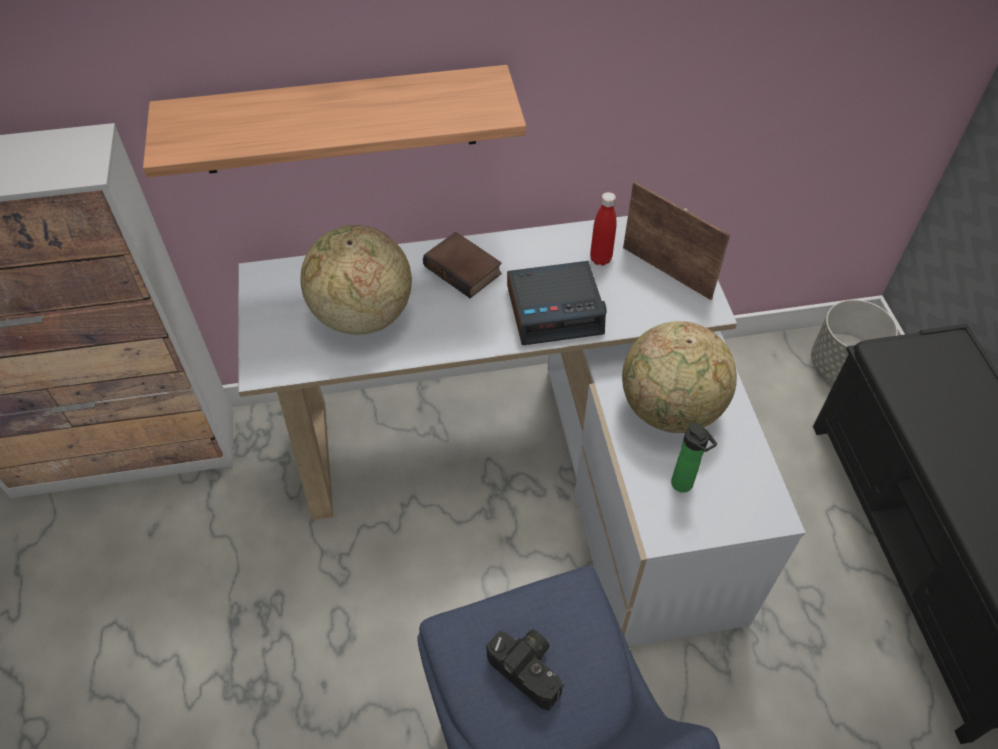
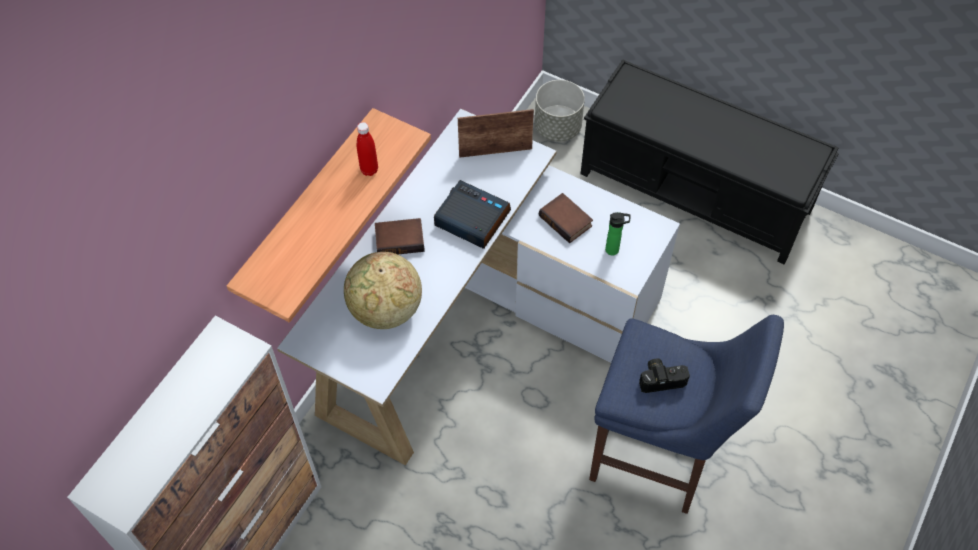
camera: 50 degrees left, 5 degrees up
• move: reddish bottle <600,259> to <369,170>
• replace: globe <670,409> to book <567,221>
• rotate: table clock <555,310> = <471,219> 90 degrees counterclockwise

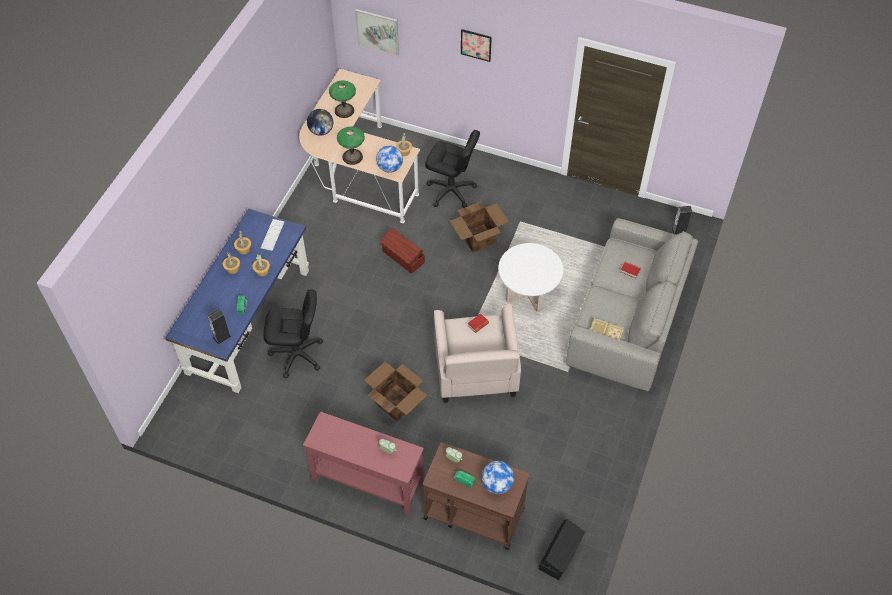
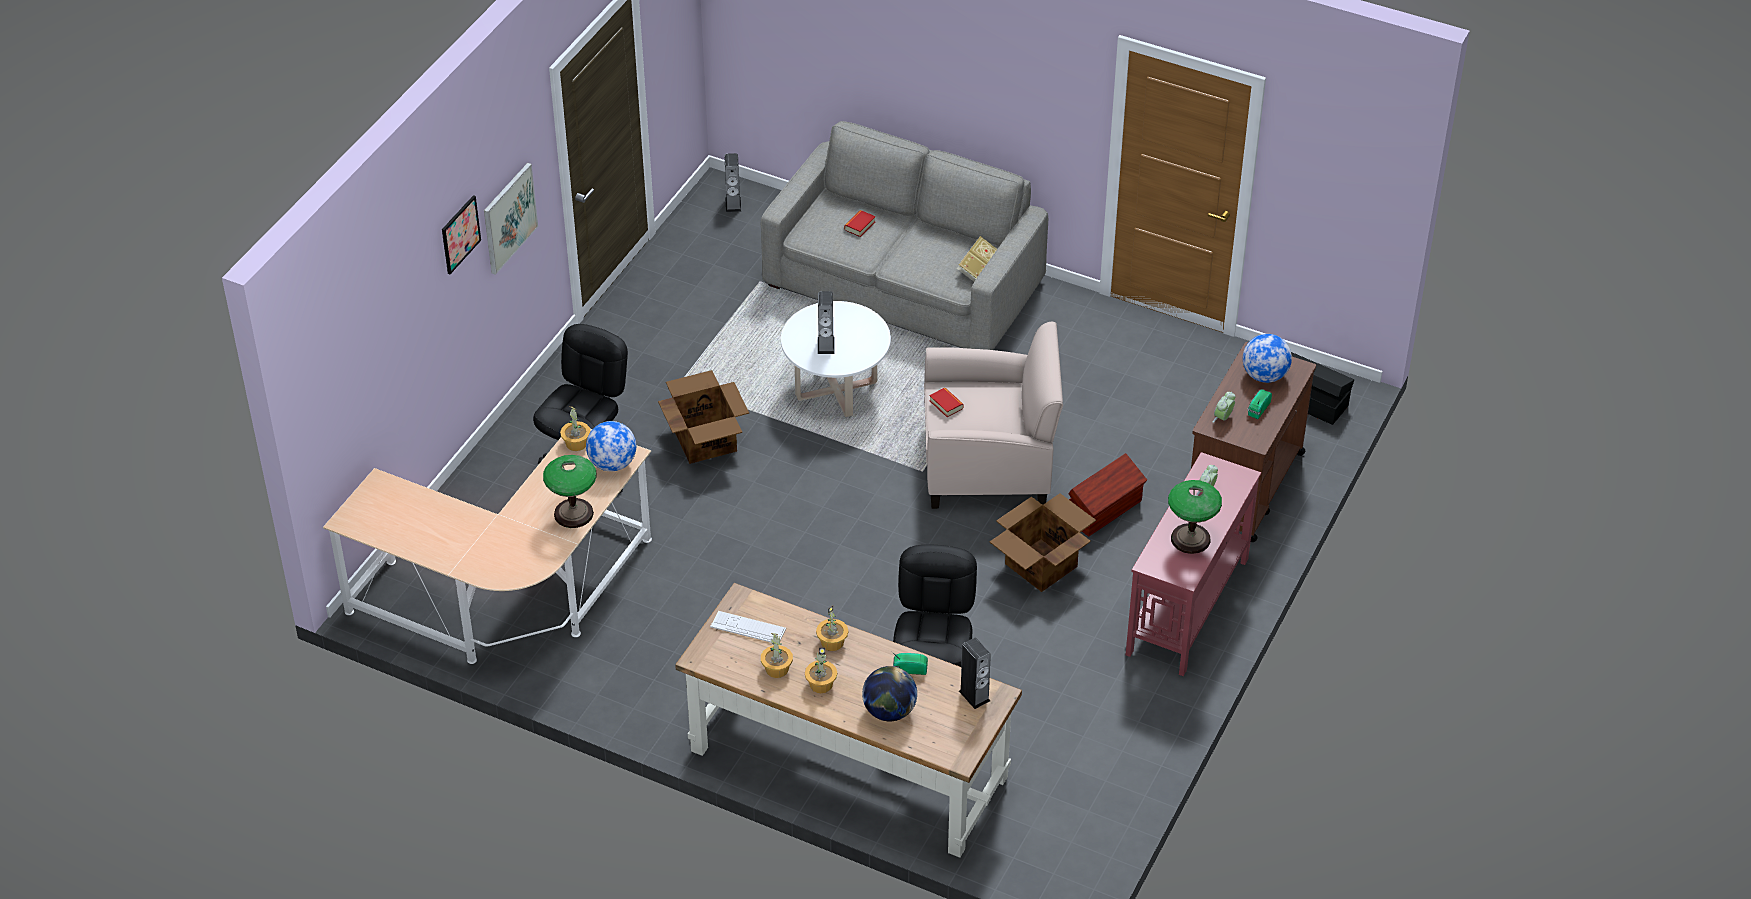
camera: 85 degrees left, 10 degrees down
• insert: audio speaker <826,345>
• move: globe <321,131> to <889,711>
• move: table lamp <344,110> to <1190,539>
• move: wall picture <377,31> to <509,218>
• move: brown-coloured storage box <403,257> to <1104,509>
• recolor: bluish desk unit <248,320> to brown-coloured desk unit <847,764>

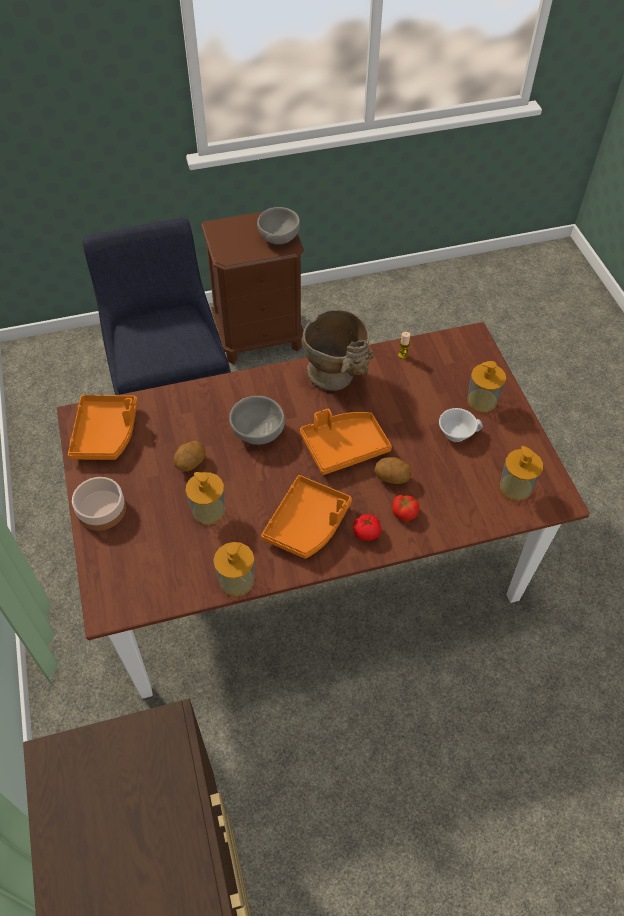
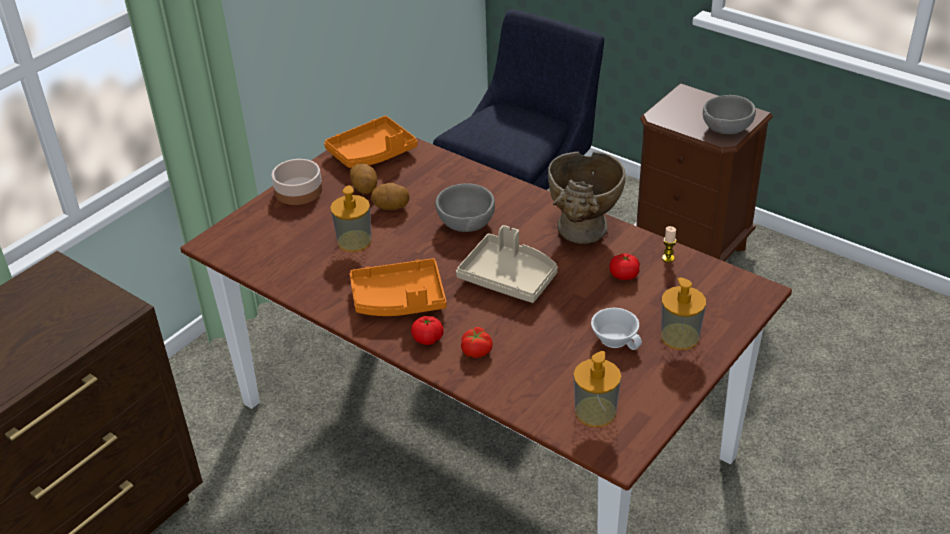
camera: 55 degrees right, 15 degrees down
• delete: liquid soap bottle <236,580>
• insert: whole tomato <624,275>
• move: potato <392,478> to <365,189>
• recolor: orange tray <344,447> to beige-coloured tray <509,278>

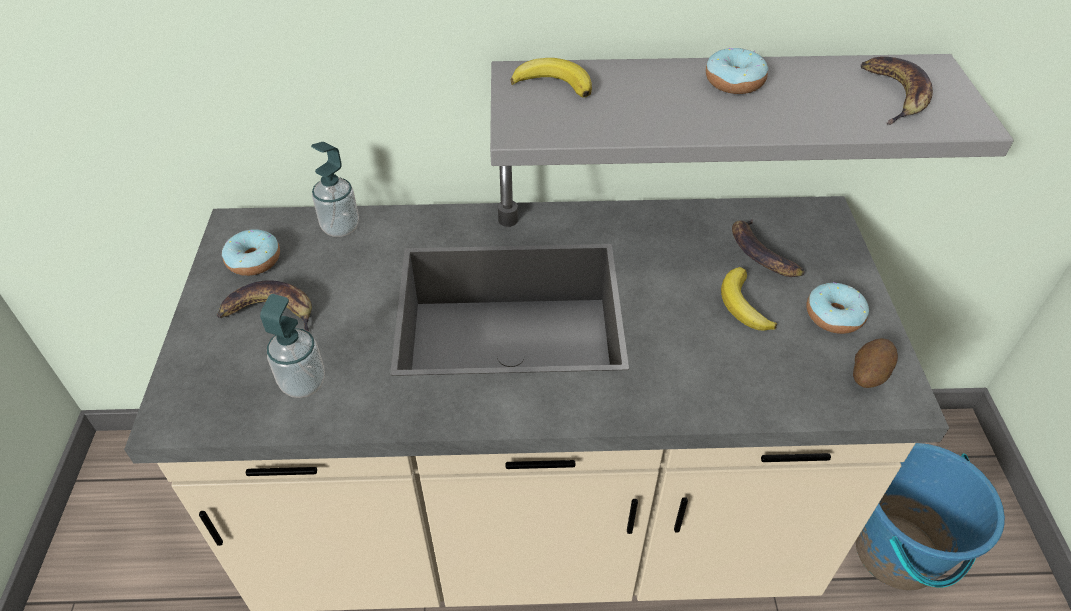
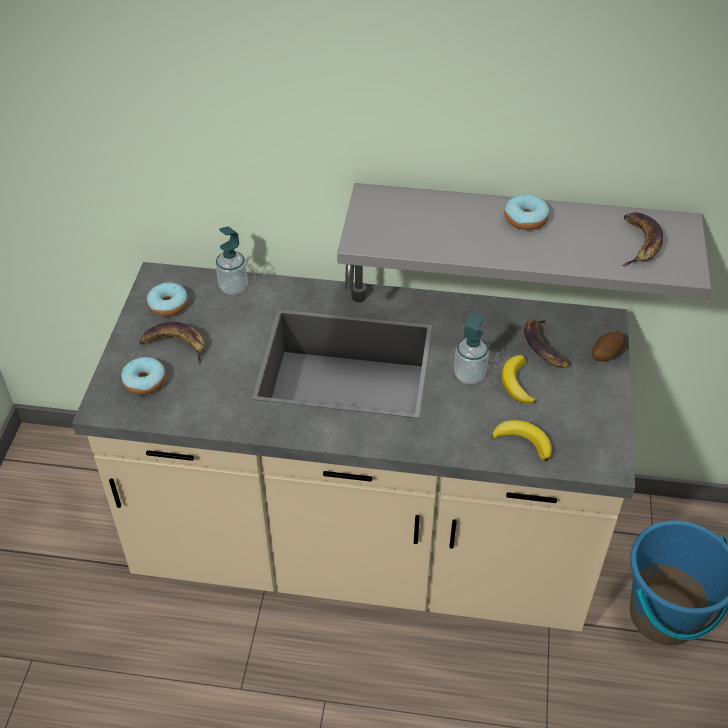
camera: 10 degrees right, 0 degrees up
• move: liquid soap bottle <303,383> to <469,375>
• move: whole banana <553,83> to <523,441>
• move: doughnut <834,316> to <145,381>
• move: potato <868,375> to <605,355>

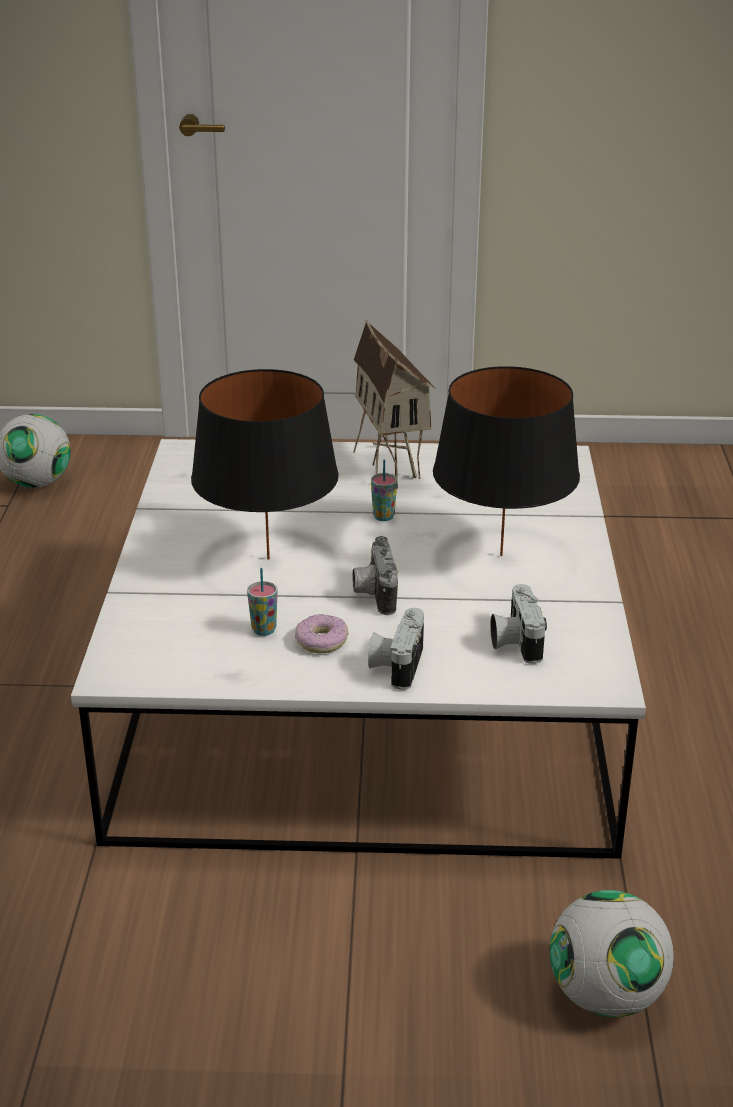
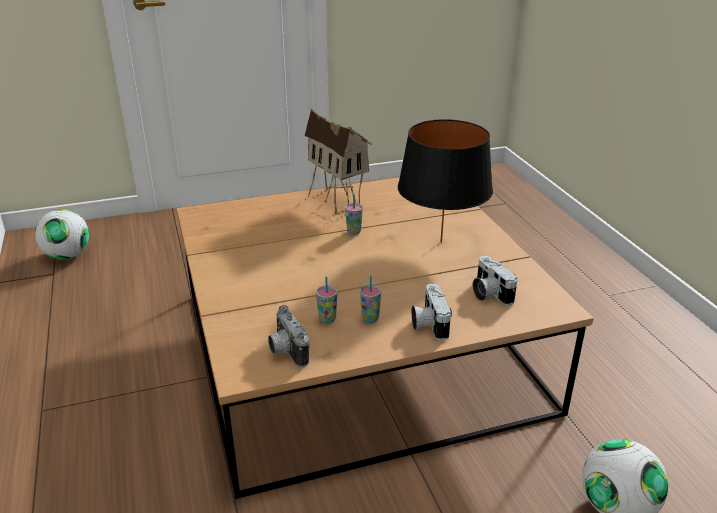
camera: 20 degrees left, 0 degrees up
• delete: blackish table lamp <268,558>
• move: photo camera <373,594> to <285,351>
• replace: doughnut <321,641> to drinking cup <370,319>
• recolor: white-coloured coffee table <366,696> to brown-coloured coffee table <358,349>

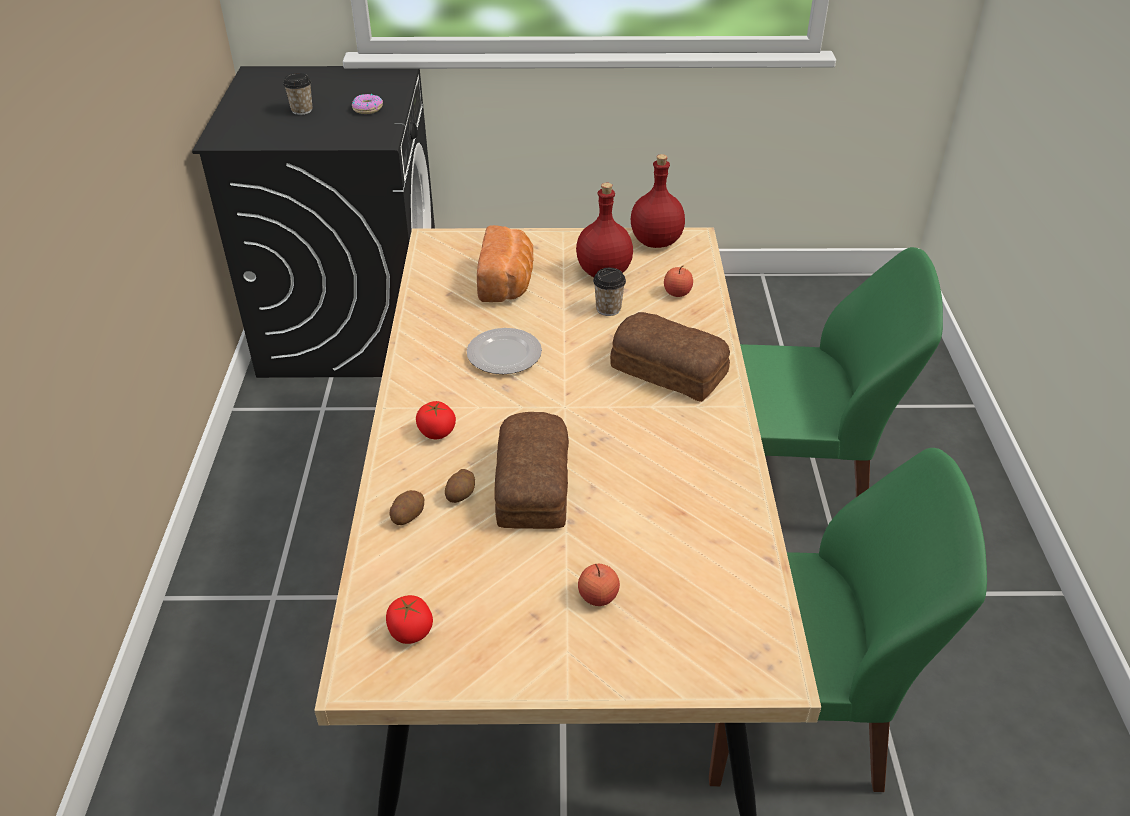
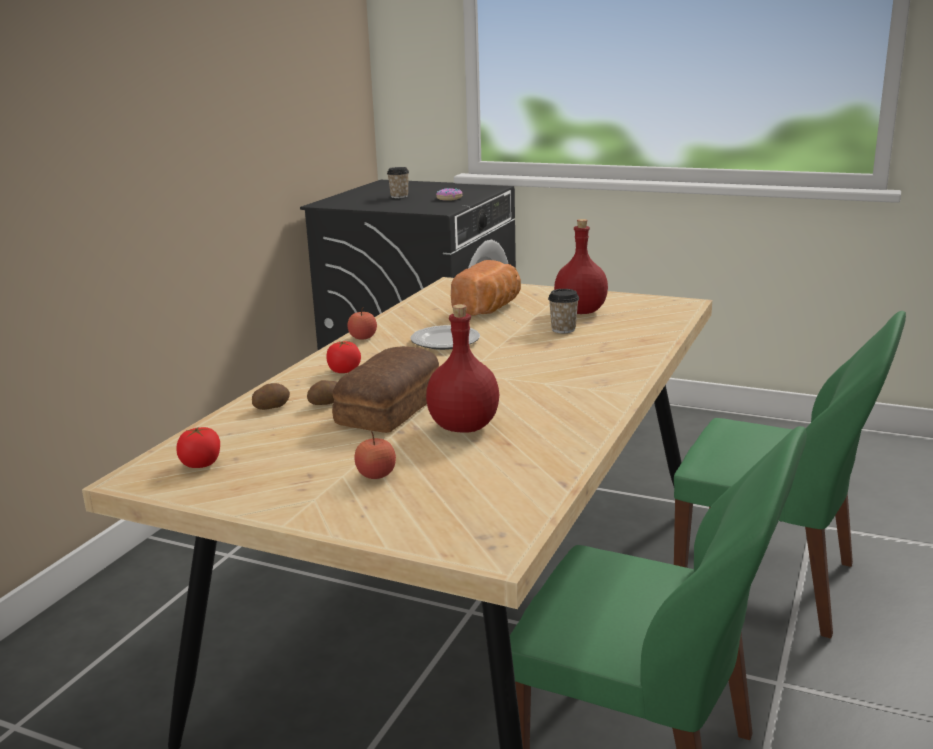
camera: 25 degrees right, 20 degrees down
• delete: bakery bread <668,369>
• move: reddish bottle <656,242> to <463,427>
• move: whole apple <677,293> to <363,337>

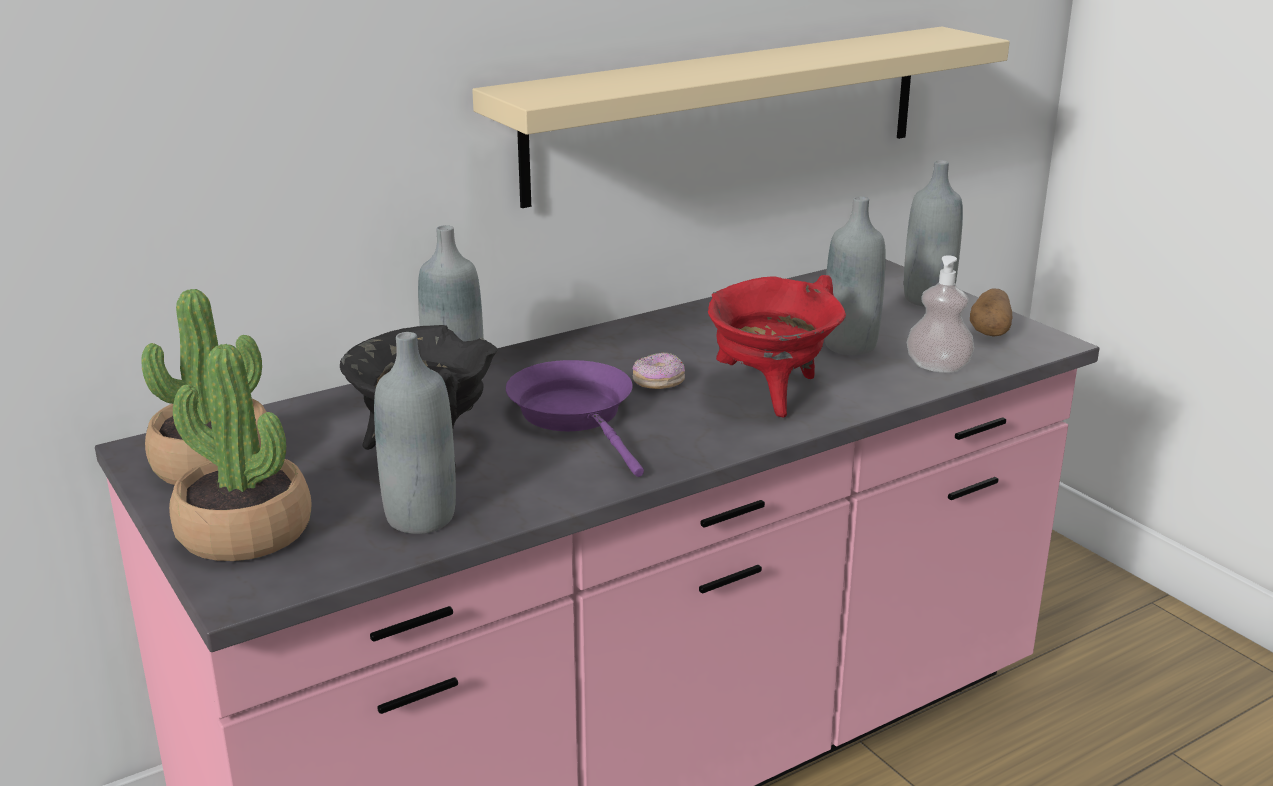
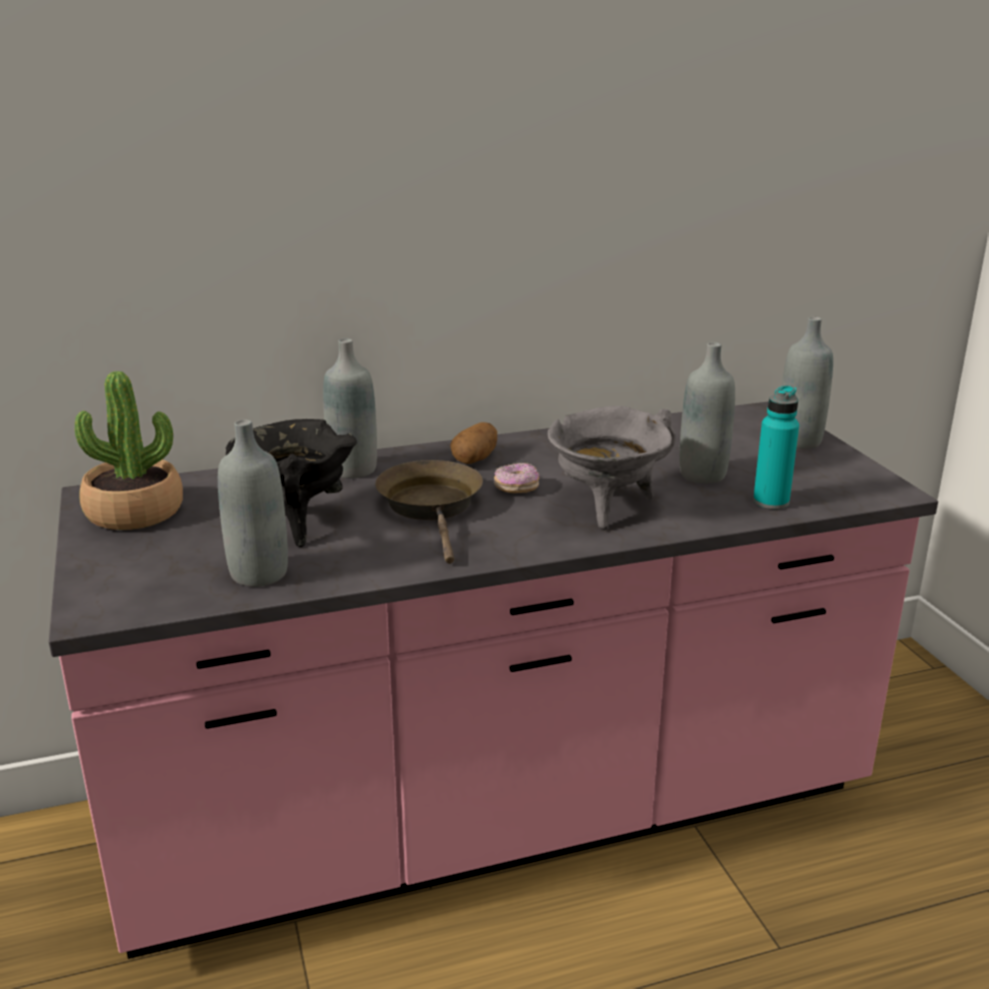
camera: 15 degrees right, 0 degrees up
• delete: plant in a pot <244,532>
• delete: beige-coloured bracket shelf <730,112>
• move: potato <990,331> to <475,459>
• replace: liquid soap bottle <937,367> to turquoise-coloured bottle <771,502>
• recolor: purple frying pan <576,415> to brown-coloured frying pan <432,507>
• recolor: reddish saucepot <770,393> to gray saucepot <606,508>

